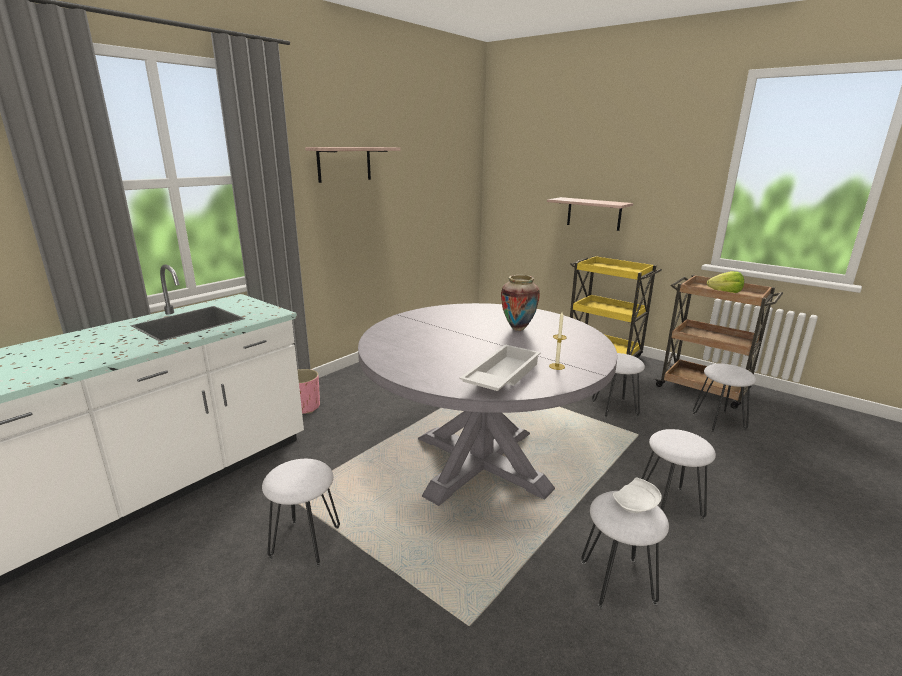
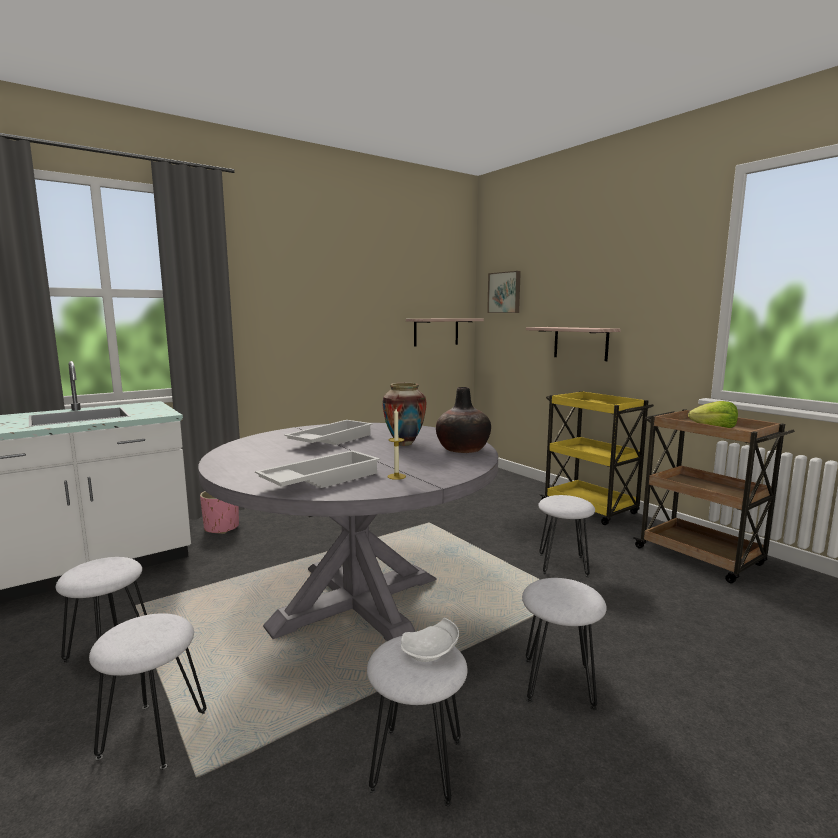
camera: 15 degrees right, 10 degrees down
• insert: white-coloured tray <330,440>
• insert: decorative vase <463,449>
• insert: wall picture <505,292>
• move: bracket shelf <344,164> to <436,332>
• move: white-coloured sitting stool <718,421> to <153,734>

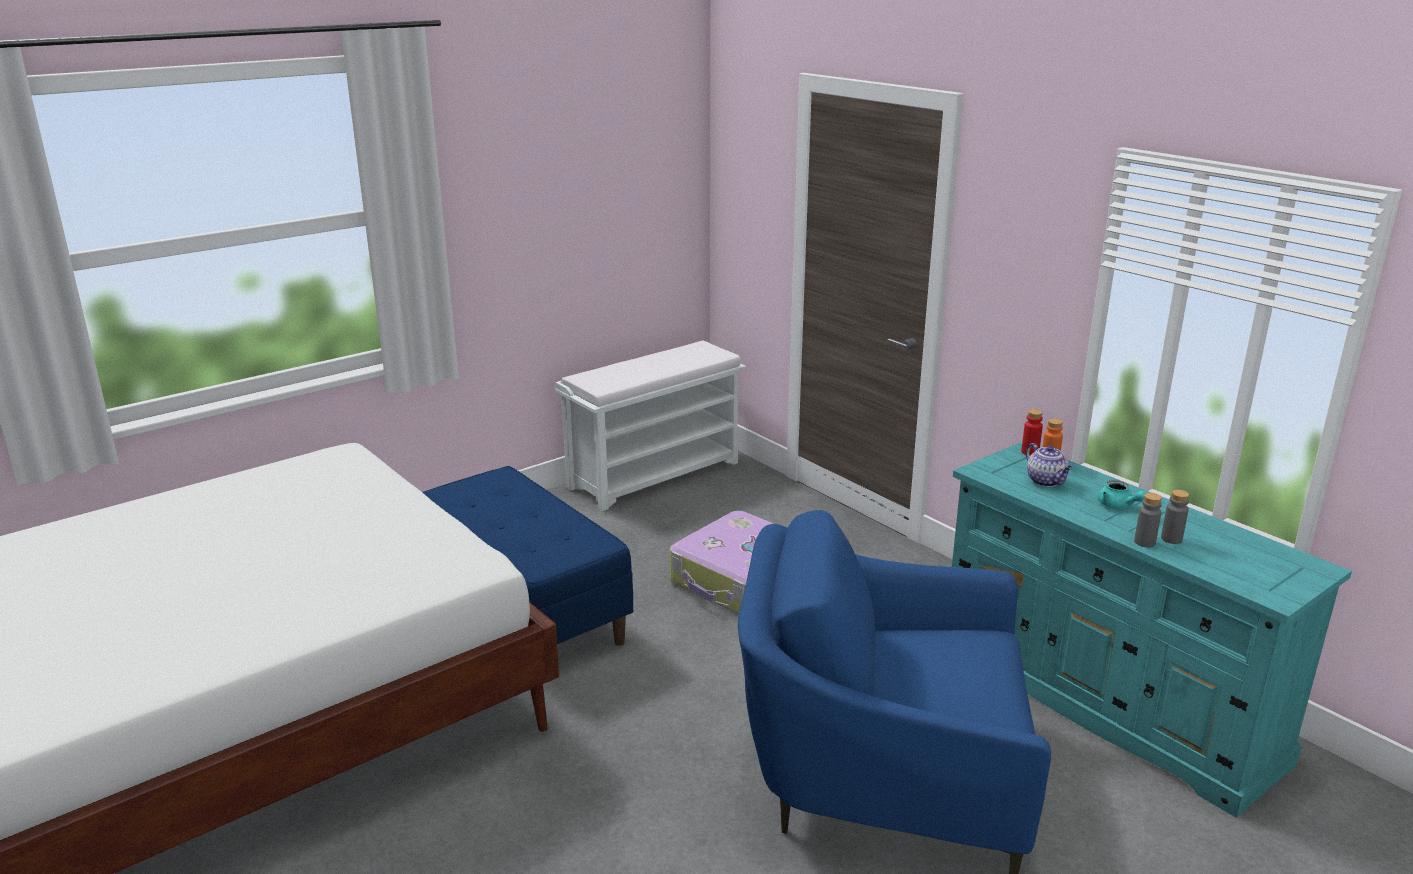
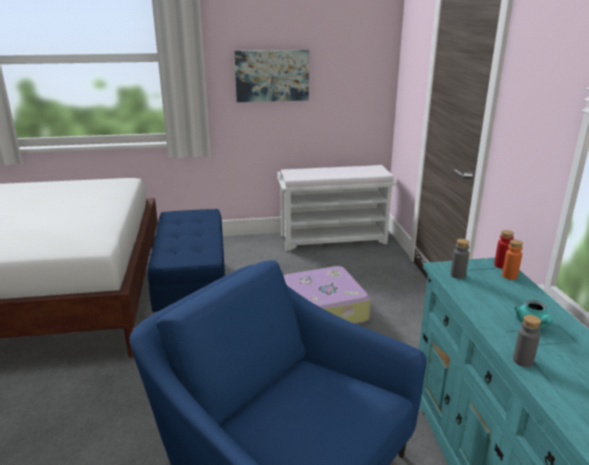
camera: 30 degrees right, 0 degrees up
• delete: tea pot <1046,481>
• insert: wall picture <272,75>
• move: gray bottle <1171,539> to <457,275>

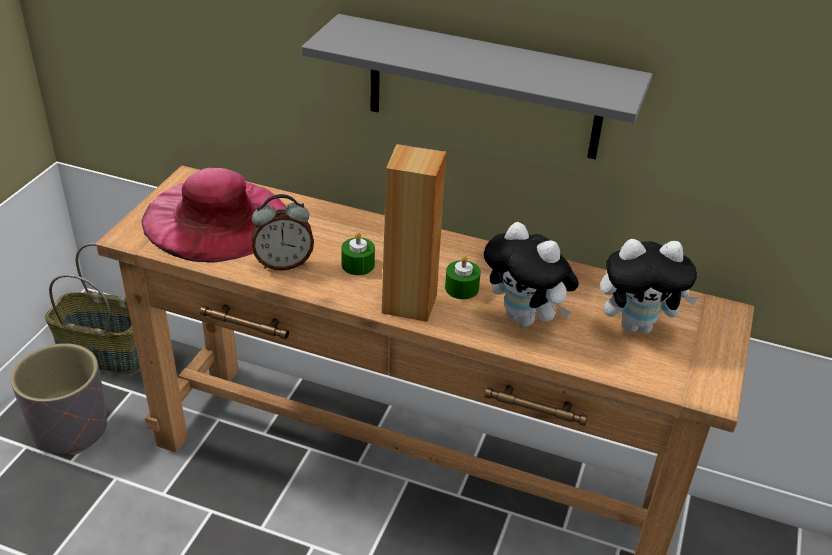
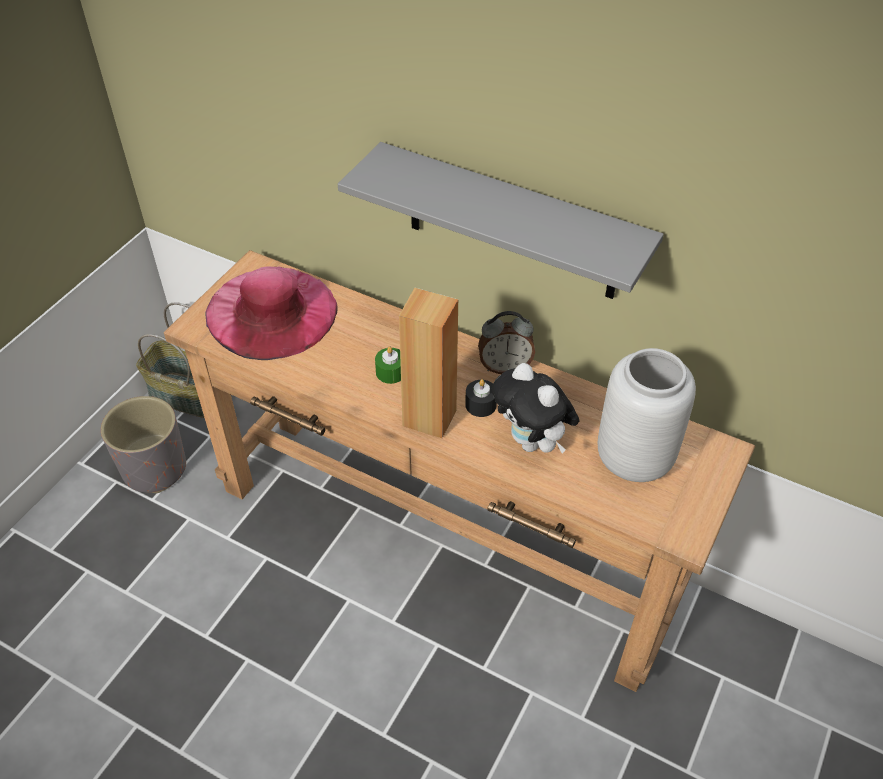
camera: 10 degrees right, 10 degrees up
• move: table clock <283,263> to <505,366>
• replace: plush toy <637,326> to gray decorative vase <635,458>
• recolor: green-coloured wax light <461,288> to blackish wax light <480,405>

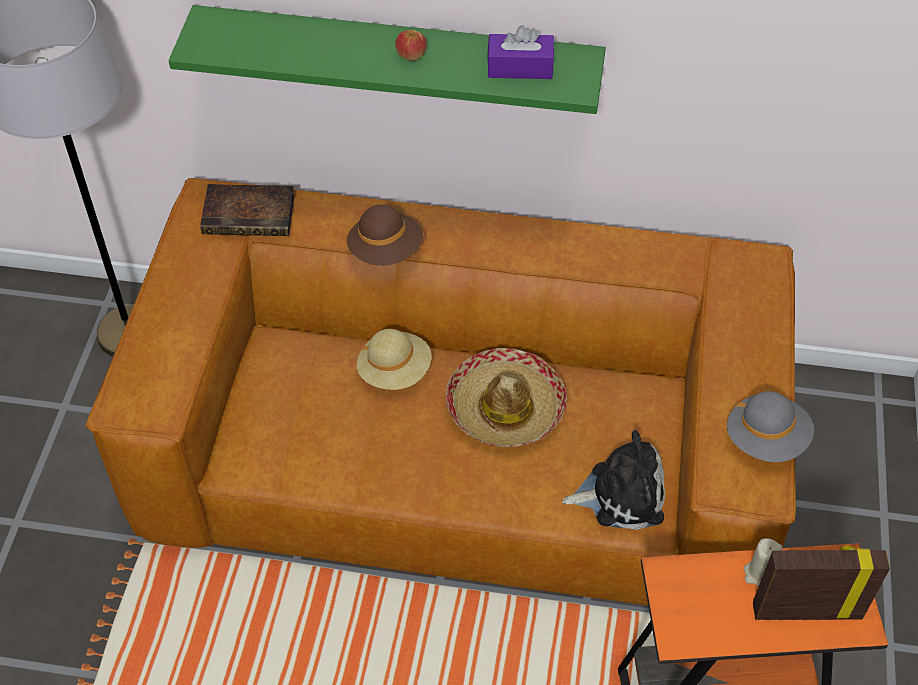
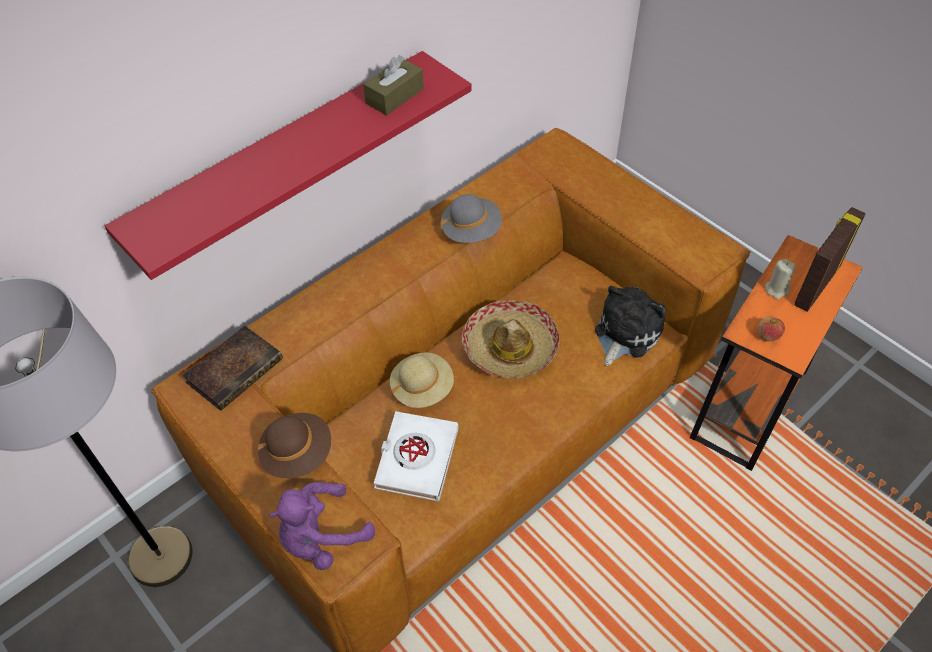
camera: 50 degrees left, 0 degrees up
• insert: purple plush toy <321,538>
• insert: white-coloured book <416,459>
• move: brown-coloured clothing hat <386,250> to <297,454>
• move: whole apple <411,55> to <767,335>
• move: gray clothing hat <766,439> to <471,230>
• recolor: green-coloured bracket shelf <397,56> to reddish bracket shelf <283,158>
• recolor: purple box of tissues <520,67> to brown-coloured box of tissues <395,96>

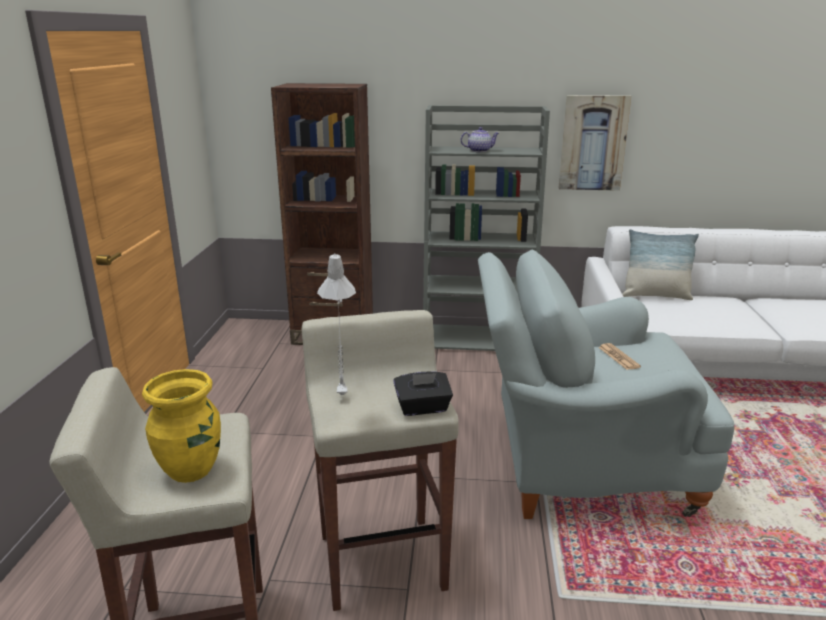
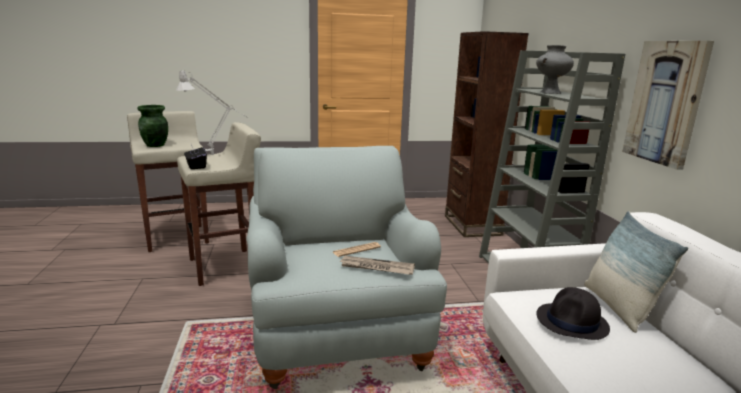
camera: 75 degrees right, 5 degrees down
• insert: newspaper <376,268>
• insert: blackish clothing hat <572,322>
• replace: tea pot <479,151> to gray decorative vase <550,92>
• recolor: yellow decorative vase <191,470> to green-coloured decorative vase <155,145>

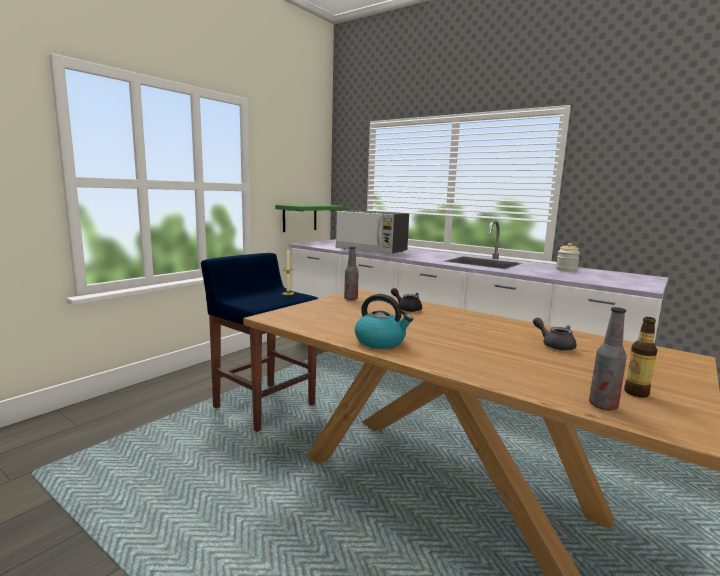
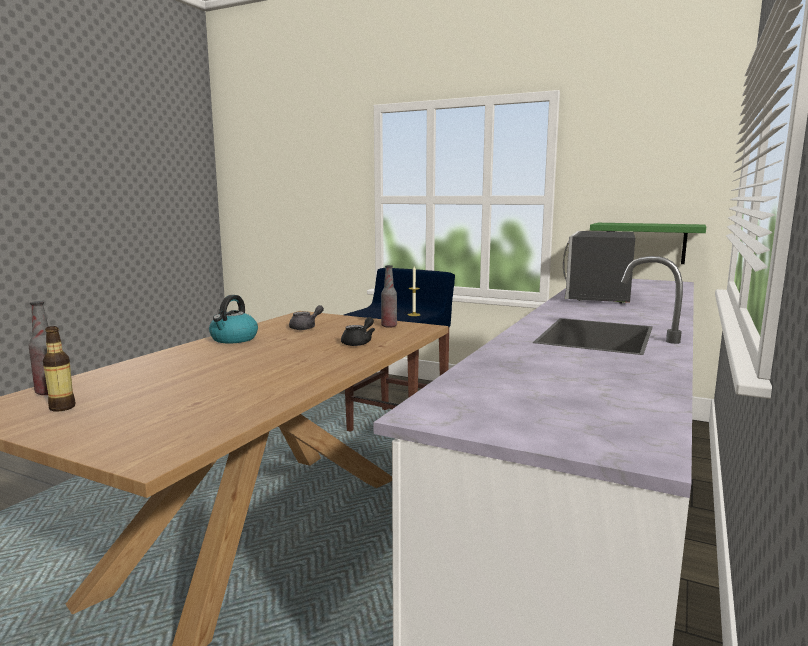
camera: 80 degrees right, 0 degrees up
• delete: preserve jar <566,270>
• move: gray tea pot <554,345> to <306,327>

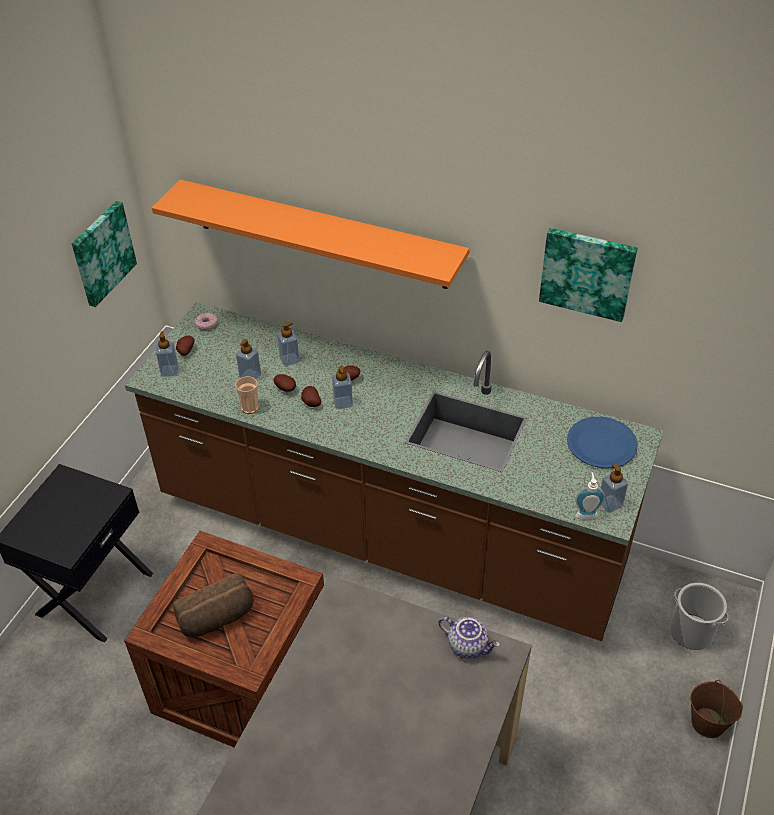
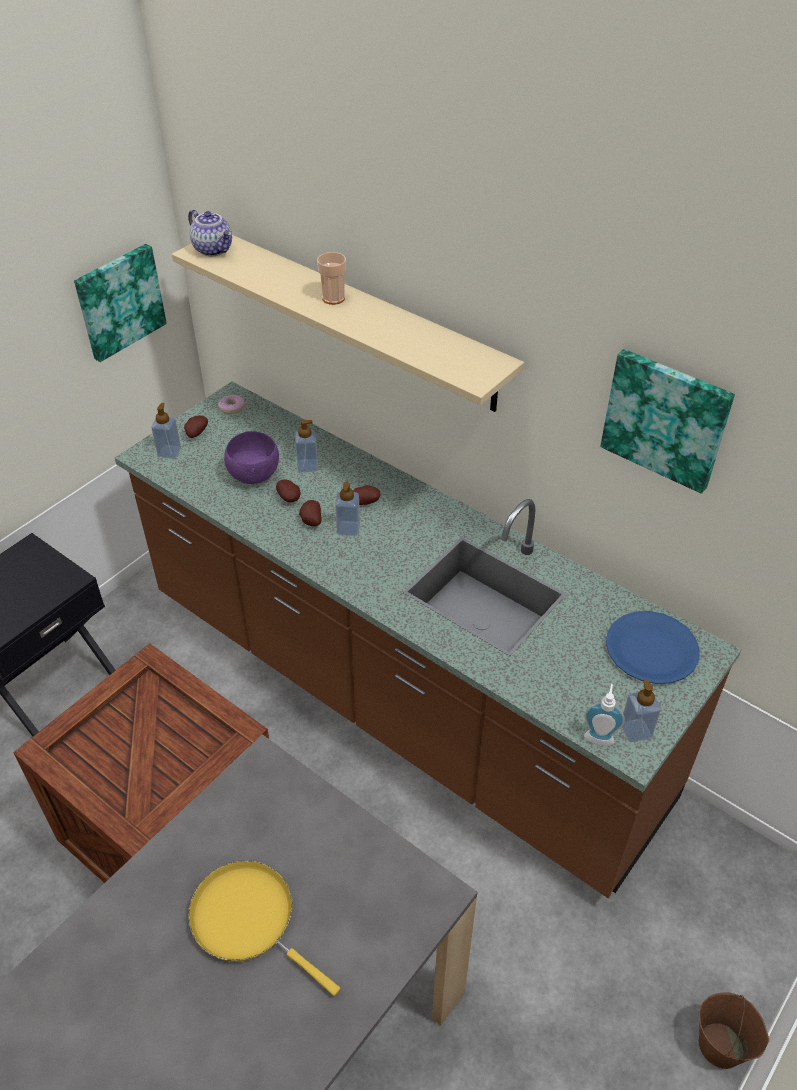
camera: 15 degrees right, 0 degrees up
• delete: bakery bread <217,619>
• delete: pail <691,631>
• insert: yellow frying pan <249,919>
• move: drinking cup <250,407> to <333,298>
• move: tea pot <468,645> to <214,249>
• replace: liquid soap bottle <250,376> to purple deep dish <255,475>
• recolor: orange bracket shelf <320,234> to beige-coloured bracket shelf <359,318>

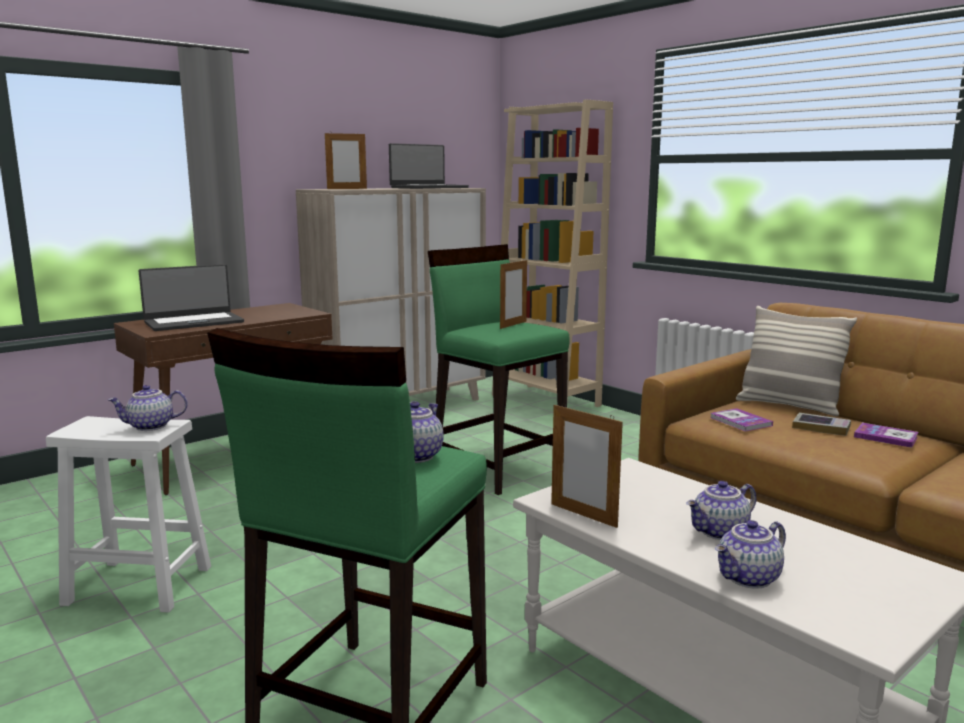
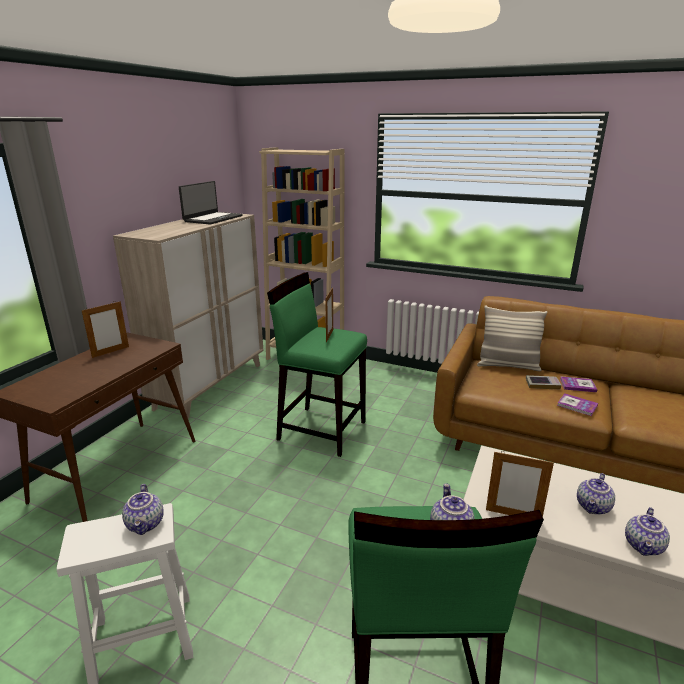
camera: 25 degrees left, 10 degrees up
• delete: portable computer <193,322>
• move: photo frame <347,188> to <110,352>
• move: book <740,421> to <577,405>
• rotate: tea pot <150,427> = <146,524> 60 degrees counterclockwise

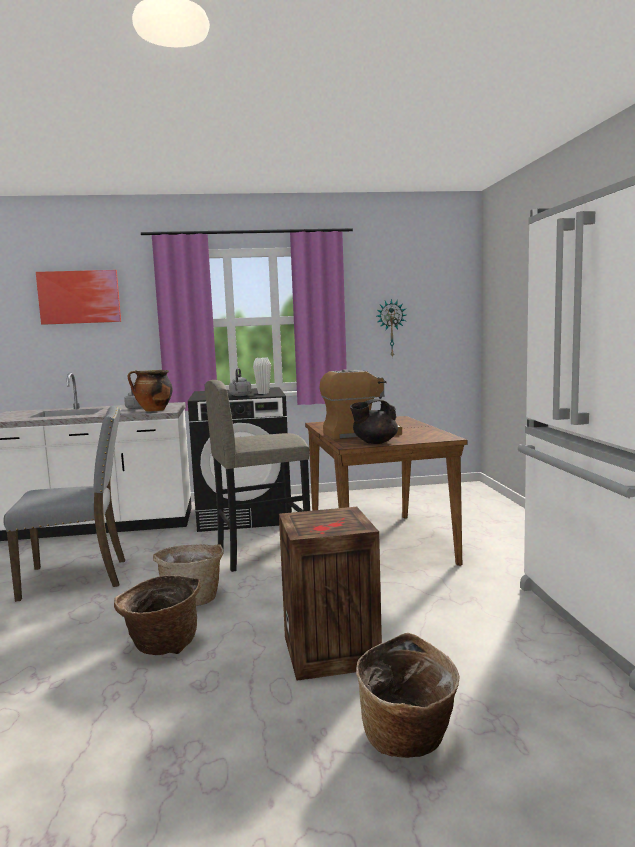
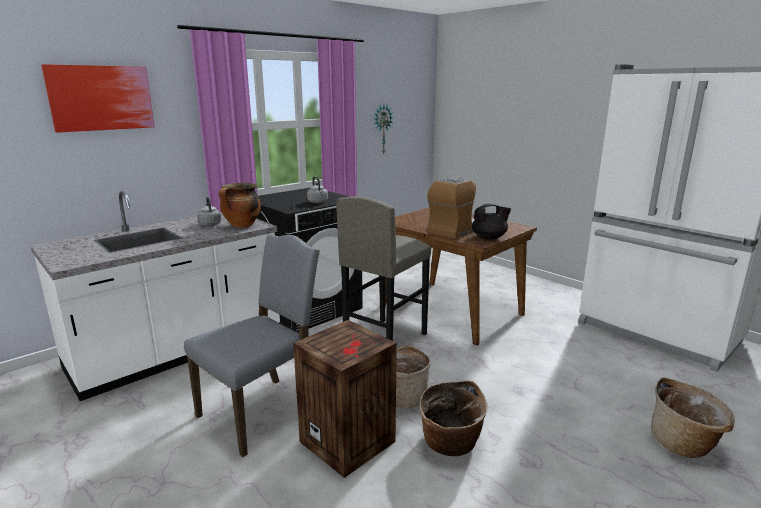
camera: 35 degrees left, 10 degrees up
• delete: white-coloured decorative vase <263,393>
• move: crate <333,652> to <349,441>
• rotate: blackish tea pot <374,442> = <489,238> 135 degrees counterclockwise

